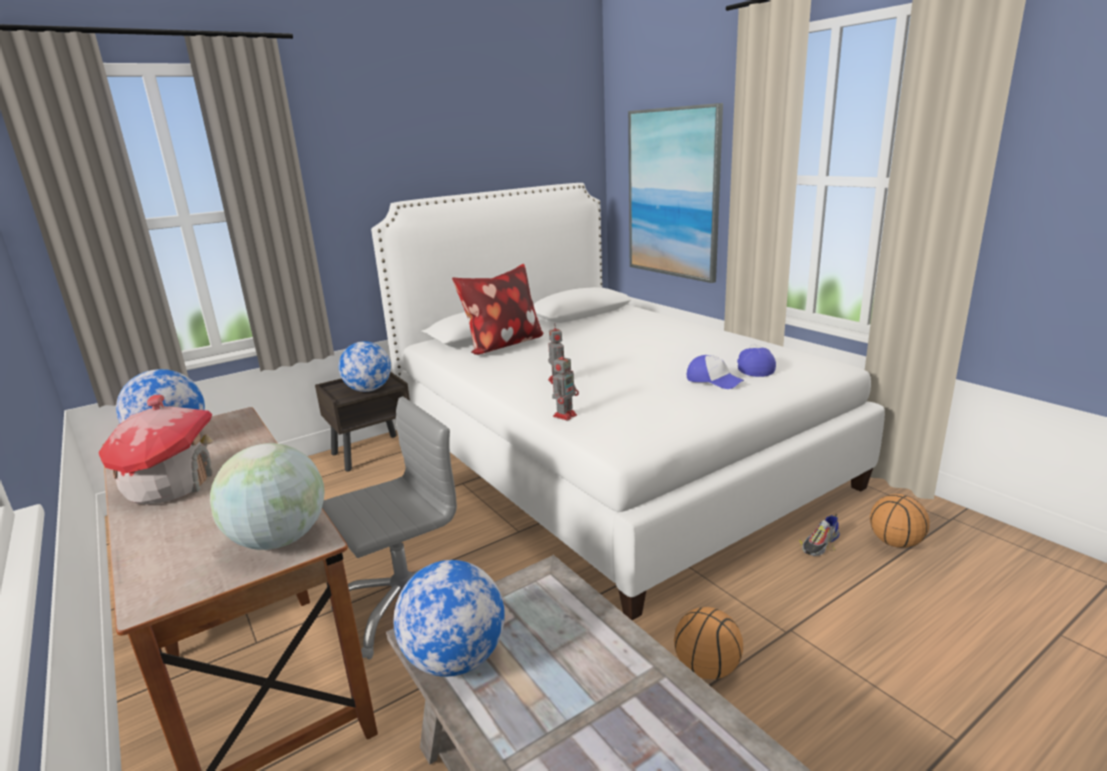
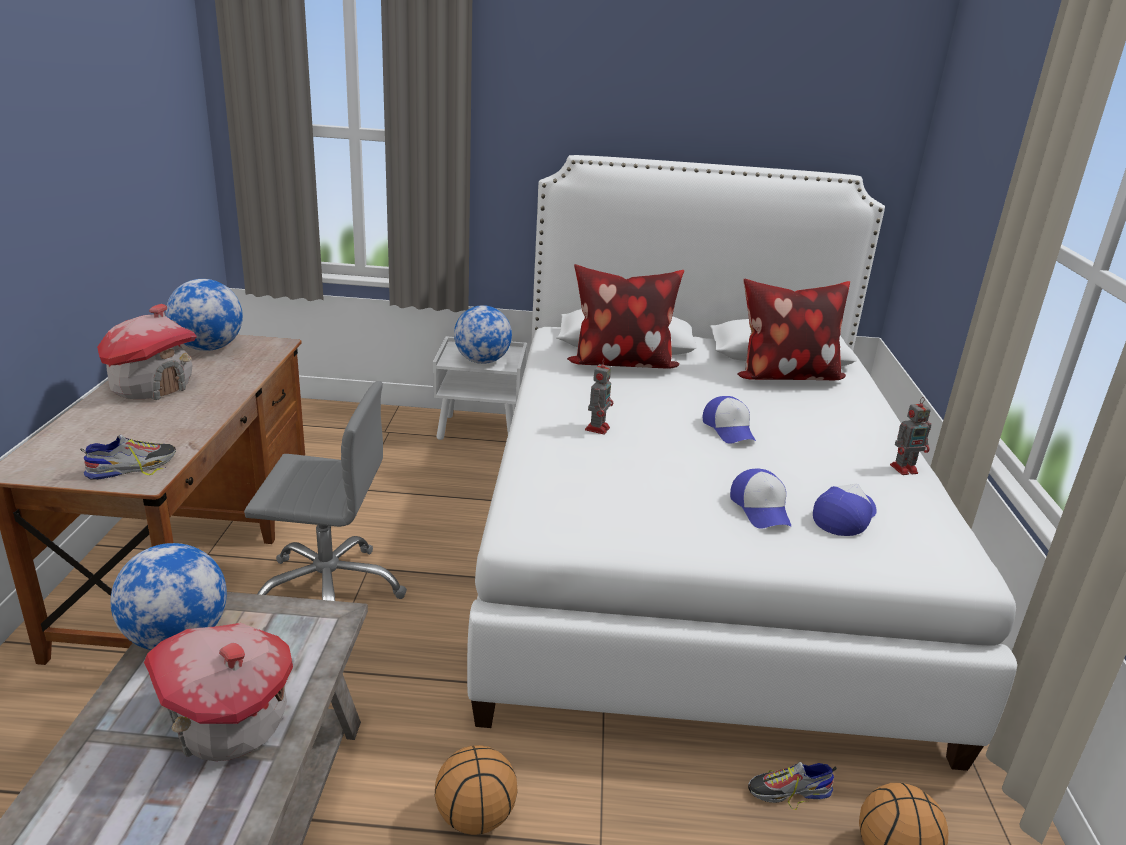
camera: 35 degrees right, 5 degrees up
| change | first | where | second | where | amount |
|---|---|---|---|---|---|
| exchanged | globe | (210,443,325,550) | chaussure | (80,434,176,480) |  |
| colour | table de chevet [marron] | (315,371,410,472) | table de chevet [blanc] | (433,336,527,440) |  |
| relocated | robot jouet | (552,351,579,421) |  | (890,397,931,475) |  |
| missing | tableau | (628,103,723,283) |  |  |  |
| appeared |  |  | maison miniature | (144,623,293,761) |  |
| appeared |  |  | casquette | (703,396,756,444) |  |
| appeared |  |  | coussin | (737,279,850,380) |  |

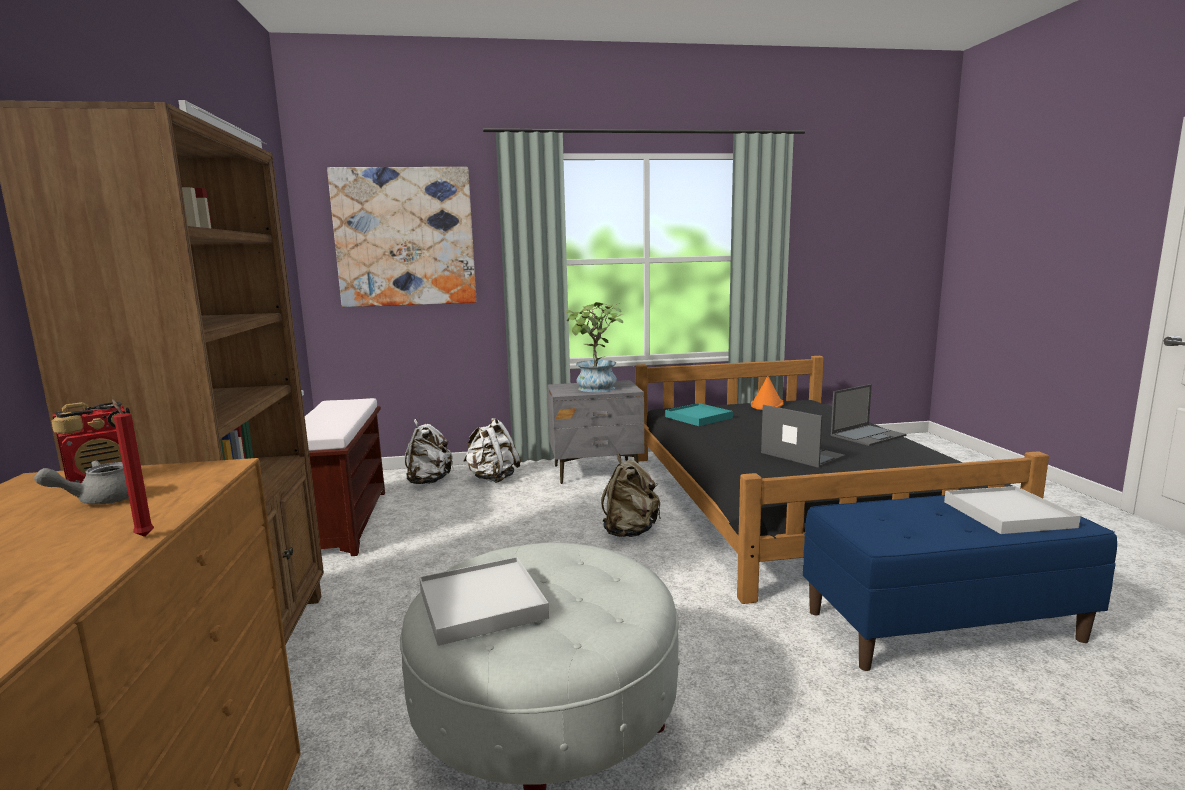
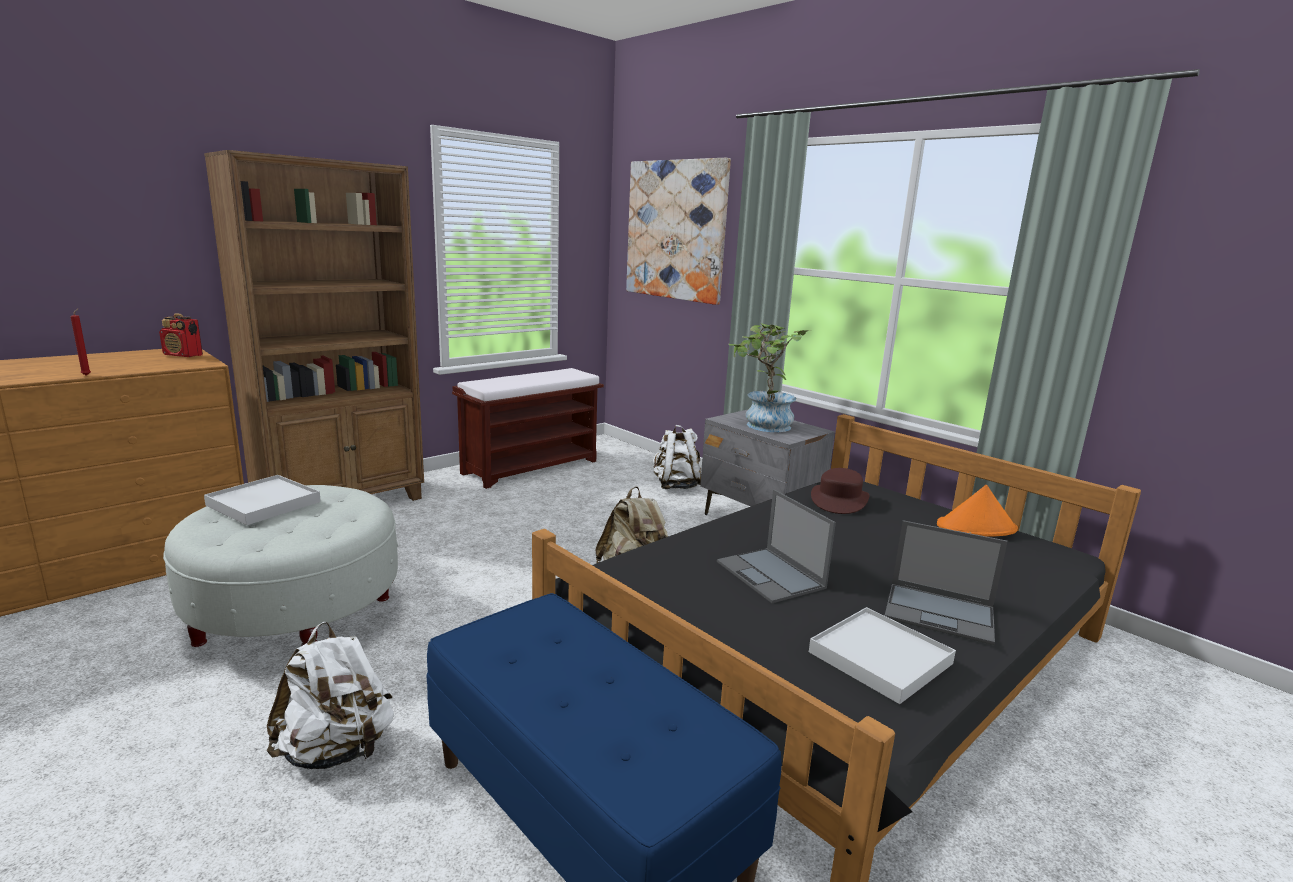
camera: 55 degrees right, 5 degrees up
| change | first | where | second | where | amount |
|---|---|---|---|---|---|
| missing | théière [gris] | (34,461,129,504) |  |  |  |
| relocated | sac à dos [blanc] | (404,419,454,484) |  | (267,622,394,769) |  |
| exchanged | plateau [turquoise] | (665,403,733,426) | chapeau [marron] | (811,468,870,514) |  |
| spun | ordinateur portable | (761,405,845,468) |  | (717,490,836,603) | 135 degrees clockwise |
| relocated | plateau [blanc] | (944,486,1081,534) |  | (809,607,956,704) |  |

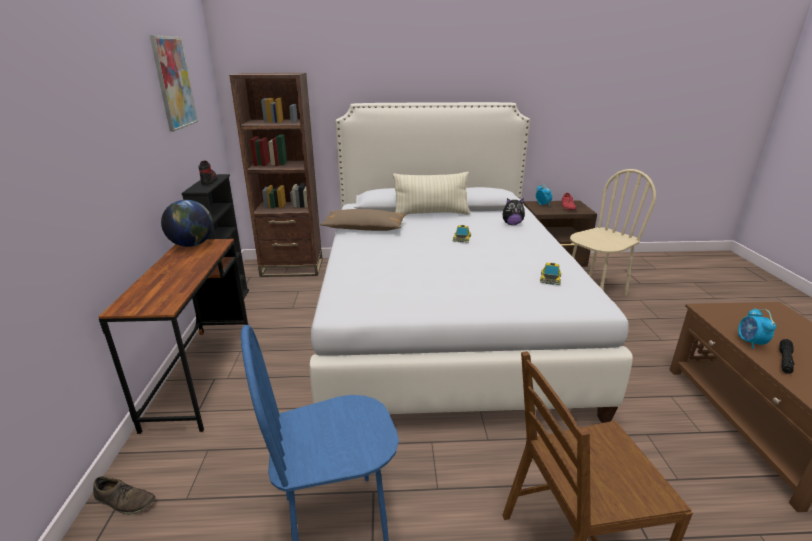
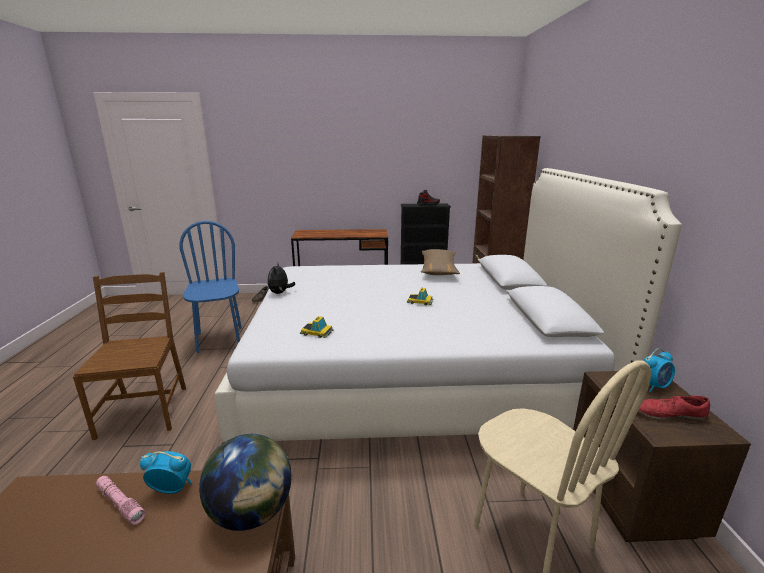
camera: 90 degrees right, 5 degrees down
| change | first | where | second | where | amount |
|---|---|---|---|---|---|
| missing | tableau | (149,35,198,132) |  |  |  |
| relocated | globe | (161,200,213,247) |  | (199,434,292,531) |  |
| missing | coussin [beige] | (393,172,470,215) |  |  |  |
| relocated | peluche | (503,198,525,225) |  | (267,262,295,294) |  |
| colour | lampe de poche [noir] | (779,339,795,374) | lampe de poche [rose] | (96,476,145,524) |  |

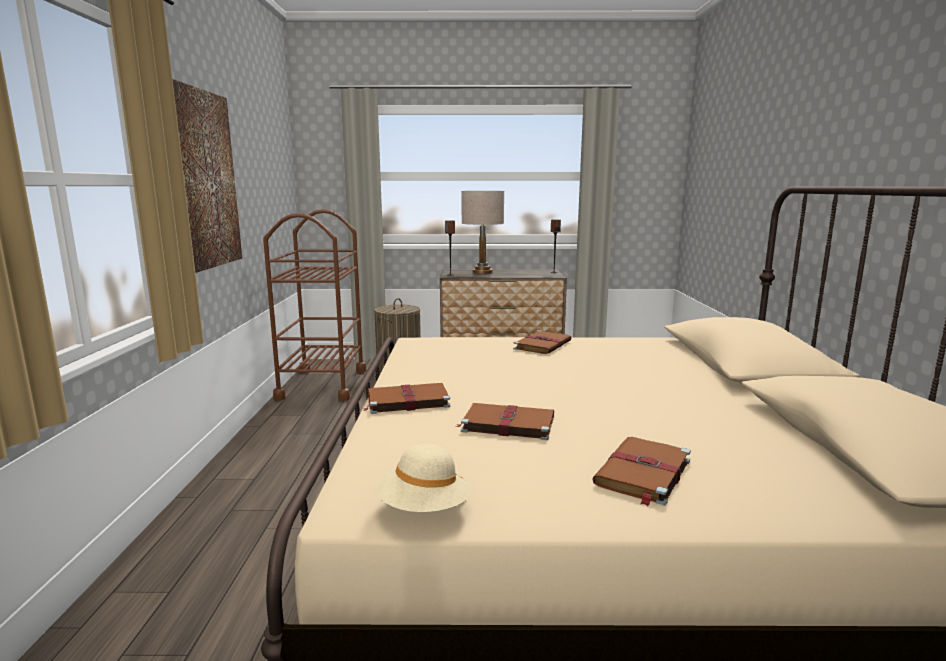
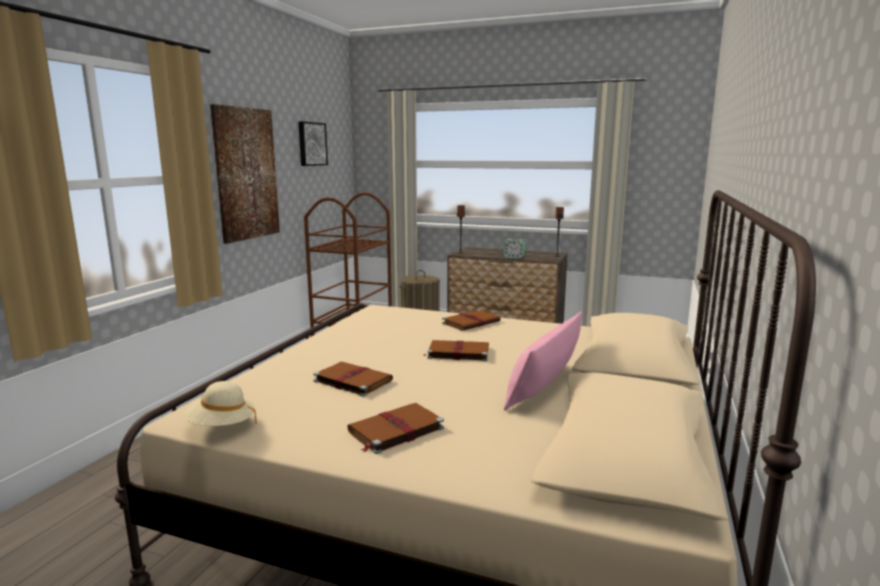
camera: 20 degrees right, 0 degrees up
| change | first | where | second | where | amount |
|---|---|---|---|---|---|
| relocated | livre [marron] | (363,383,450,414) |  | (423,340,489,361) |  |
| missing | lampe de table [beige] | (461,191,504,274) |  |  |  |
| appeared |  |  | tableau | (298,121,328,166) |  |
| appeared |  |  | réveil | (503,239,525,259) |  |
| appeared |  |  | coussin [rose] | (504,312,582,410) |  |

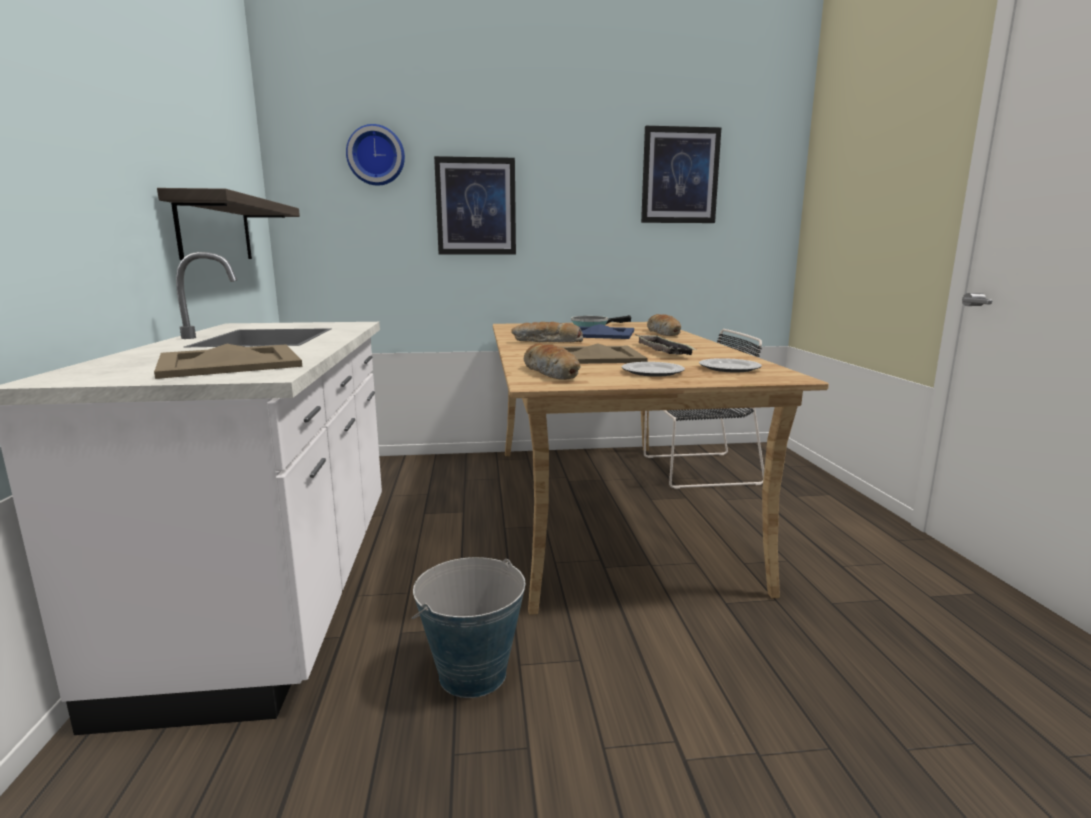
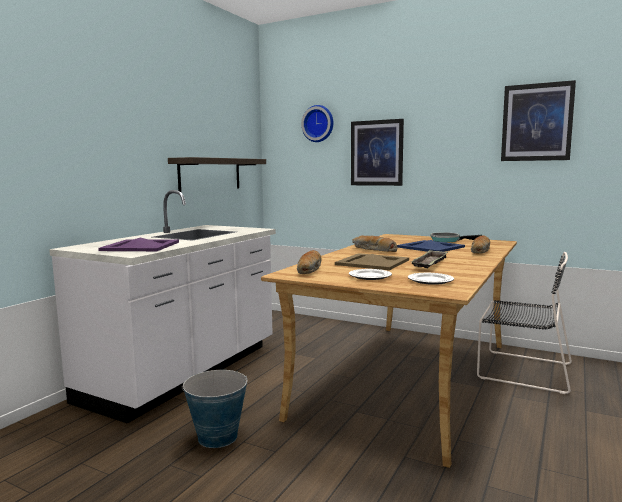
camera: 35 degrees right, 5 degrees down
| change | first | where | second | where | amount |
|---|---|---|---|---|---|
| colour | plateau [beige] | (154,344,303,379) | plateau [violet] | (98,237,179,251) |  |

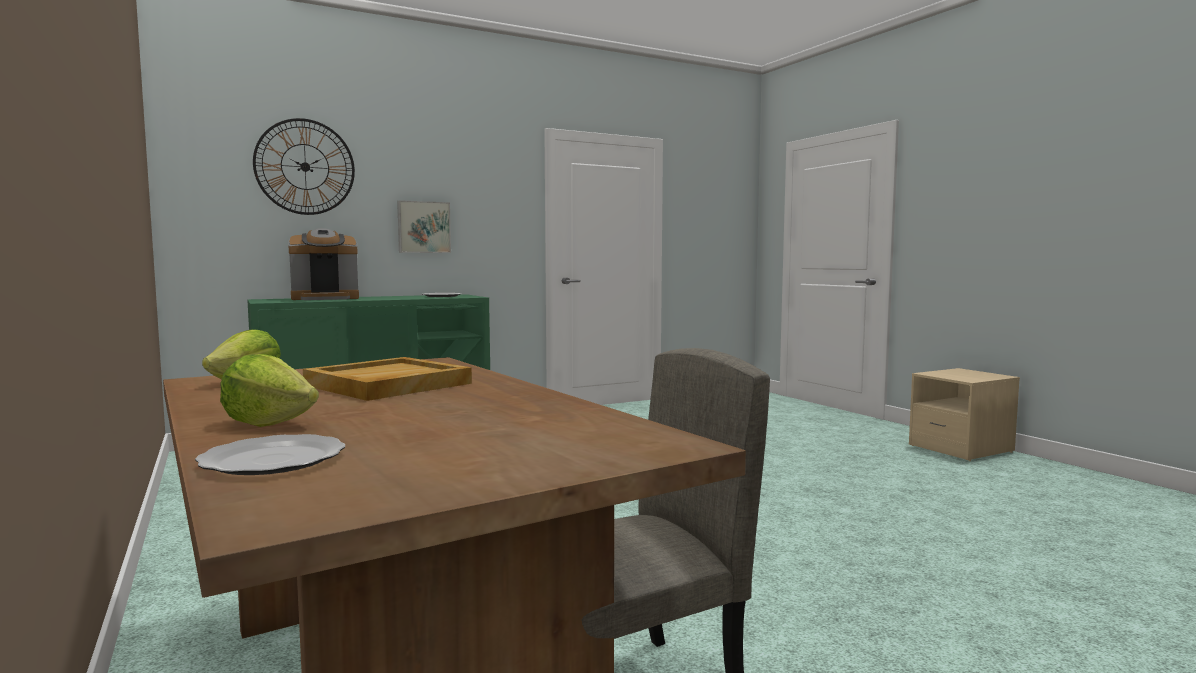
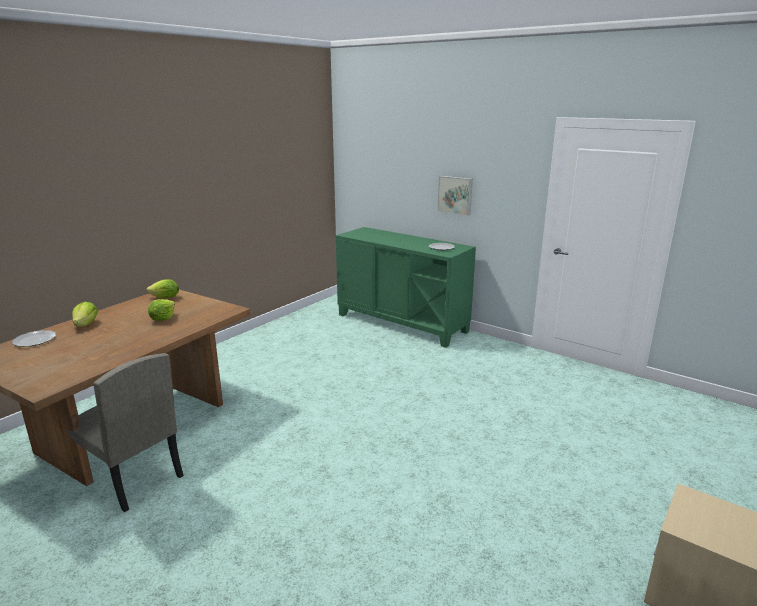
camera: 65 degrees right, 15 degrees up
| change | first | where | second | where | amount |
|---|---|---|---|---|---|
| missing | horloge murale | (253,118,355,215) |  |  |  |
| missing | machine à café | (288,228,359,300) |  |  |  |
| exchanged | plateau [beige] | (303,357,472,401) | laitue | (148,299,175,321) |  |

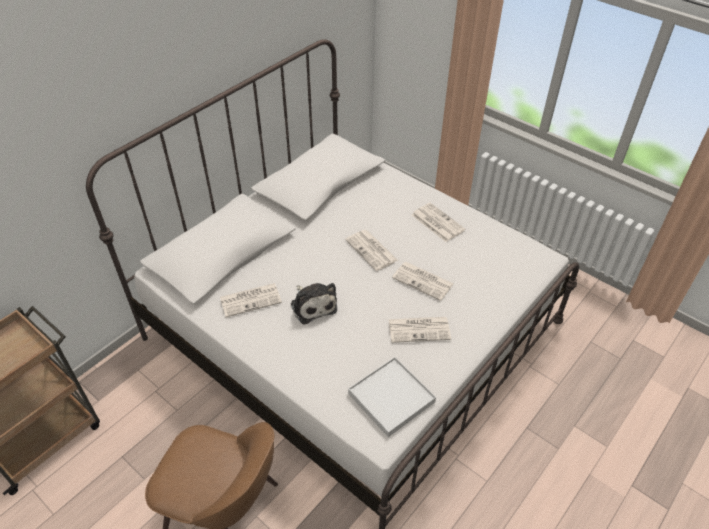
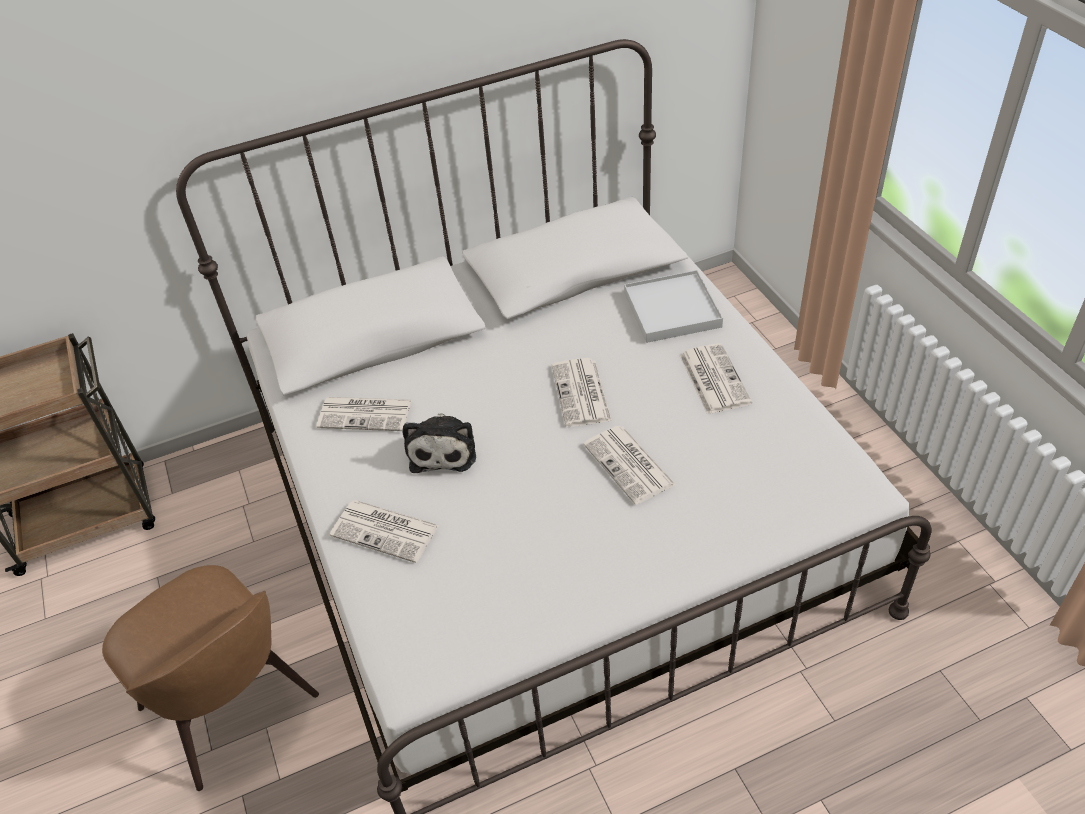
camera: 30 degrees right, 0 degrees up
| change | first | where | second | where | amount |
|---|---|---|---|---|---|
| relocated | plateau [blanc] | (348,357,436,437) |  | (624,270,723,343) |  |
| relocated | journal | (389,317,451,343) |  | (330,500,439,563) |  |

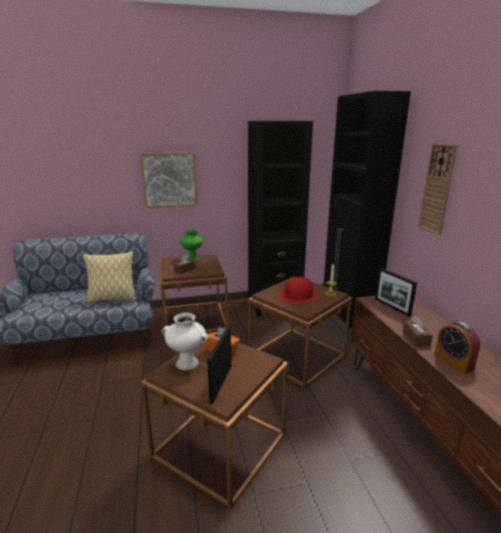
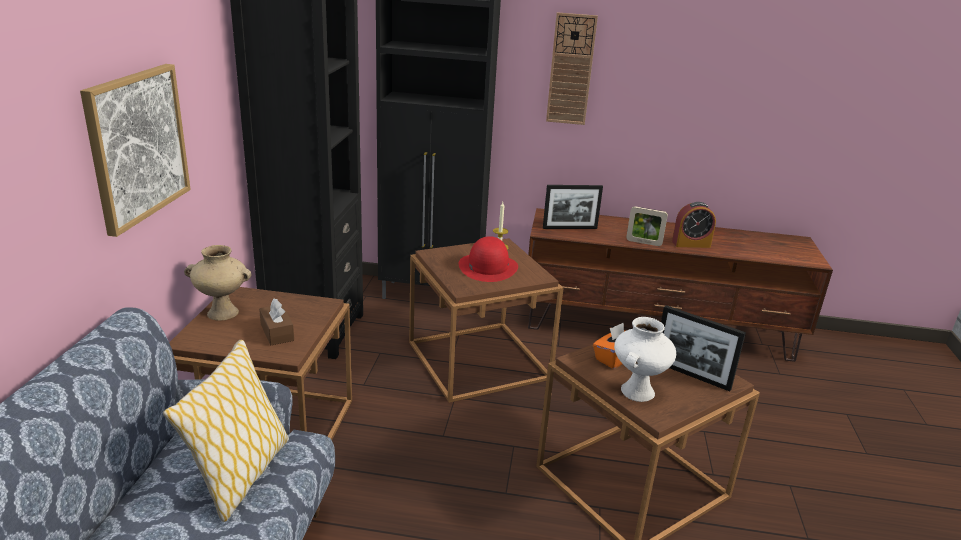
camera: 70 degrees left, 5 degrees up
| change | first | where | second | where | amount |
|---|---|---|---|---|---|
| colour | vase [vert] | (180,229,203,261) | vase [beige] | (184,245,251,321) |  |
| exchanged | boîte à mouchoirs [marron] | (403,316,433,347) | cadre photo | (626,206,668,246) |  |

